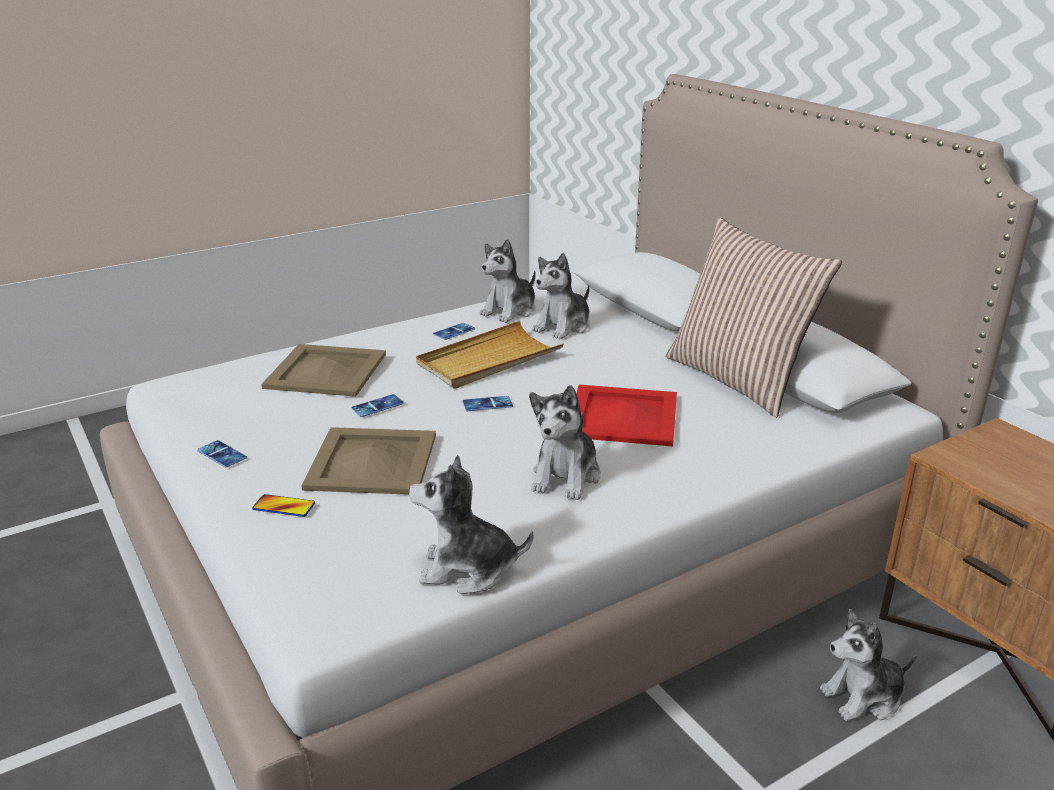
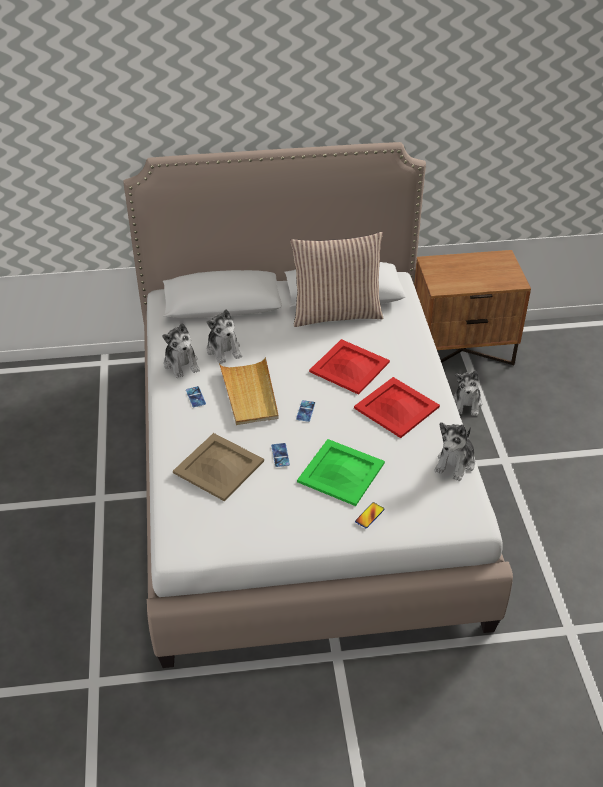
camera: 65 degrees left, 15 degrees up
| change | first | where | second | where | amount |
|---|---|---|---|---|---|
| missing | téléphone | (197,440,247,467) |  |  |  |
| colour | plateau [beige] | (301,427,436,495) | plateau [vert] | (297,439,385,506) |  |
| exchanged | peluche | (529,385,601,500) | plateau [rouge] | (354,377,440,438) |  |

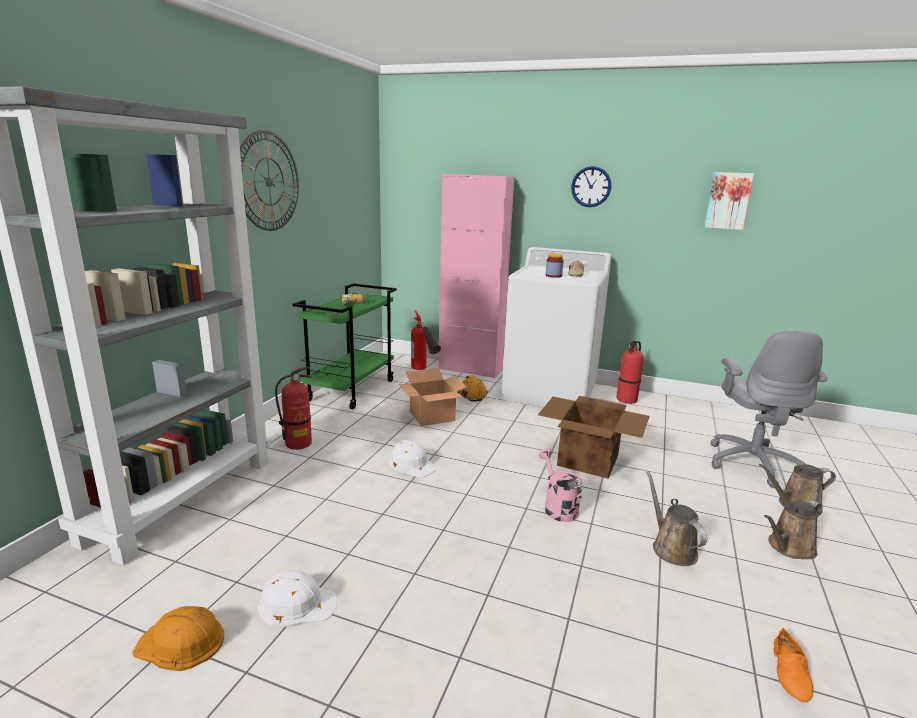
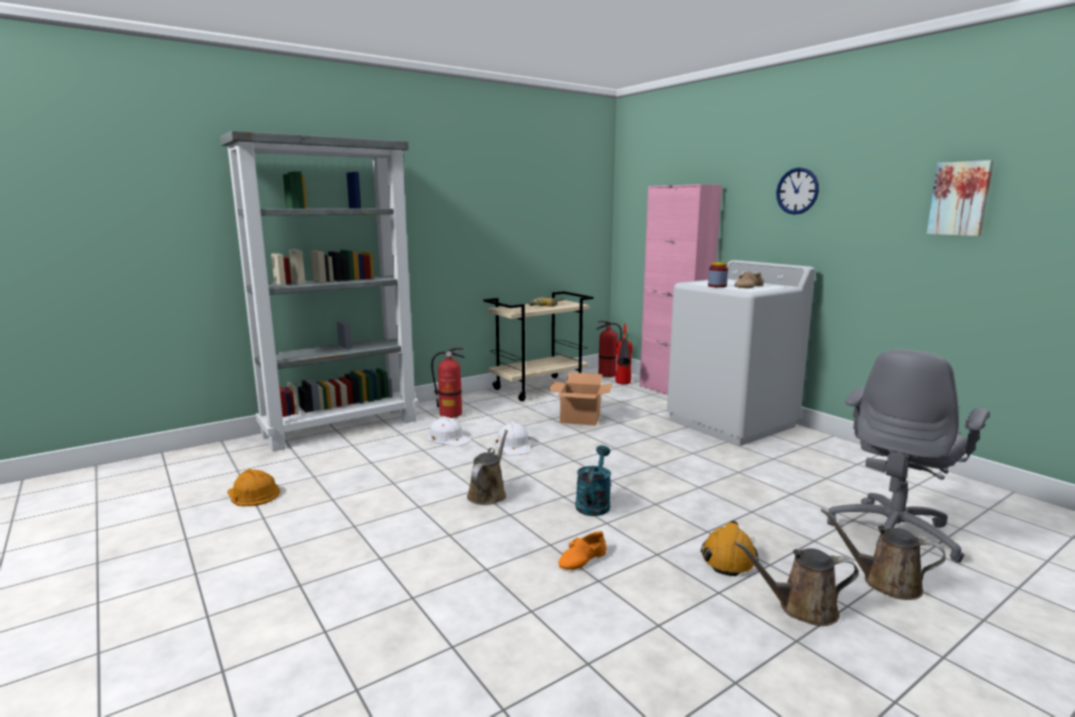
camera: 35 degrees right, 5 degrees down
| change | first | where | second | where | amount |
|---|---|---|---|---|---|
| missing | horloge murale | (240,130,299,231) |  |  |  |
| relocated | casque de chantier [blanc] | (258,570,337,627) |  | (428,416,472,446) |  |
| colour | chariot [vert] | (292,283,397,409) | chariot [beige] | (483,291,594,401) |  |
| relocated | casque de chantier [orange] | (457,375,488,402) |  | (701,521,759,576) |  |
| missing | carton | (538,396,650,479) |  |  |  |
| colour | arrosoir [rose] | (539,449,583,522) | arrosoir [turquoise] | (575,445,611,516) |  |
| relocated | extincteur | (616,340,644,404) |  | (596,321,622,377) |  |
| relocated | arrosoir [marron] | (646,471,707,566) |  | (467,430,508,505) |  |
| relocated | chaussure [orange] | (774,628,813,703) |  | (558,531,607,570) |  |

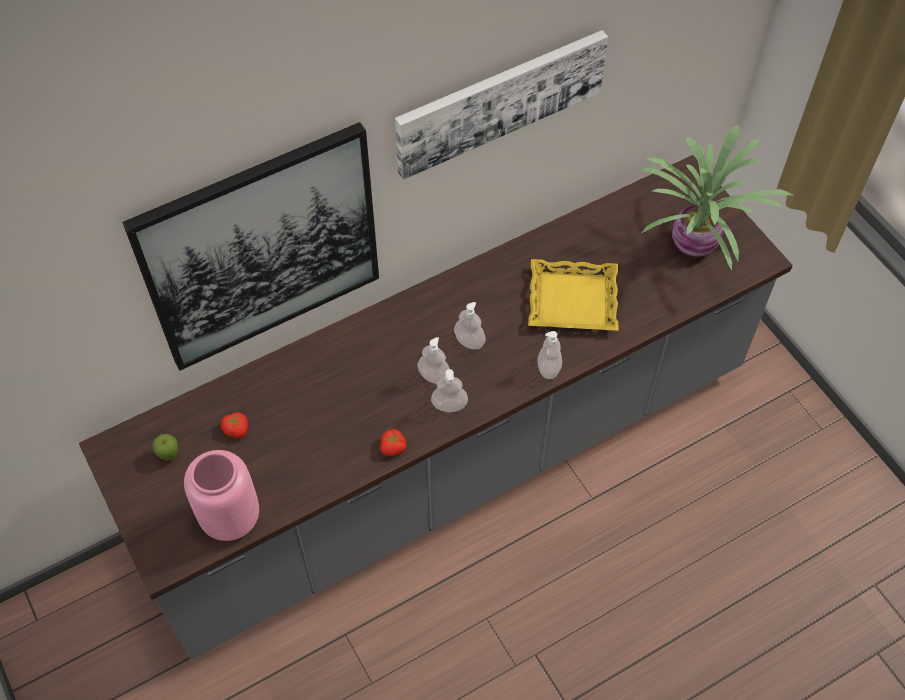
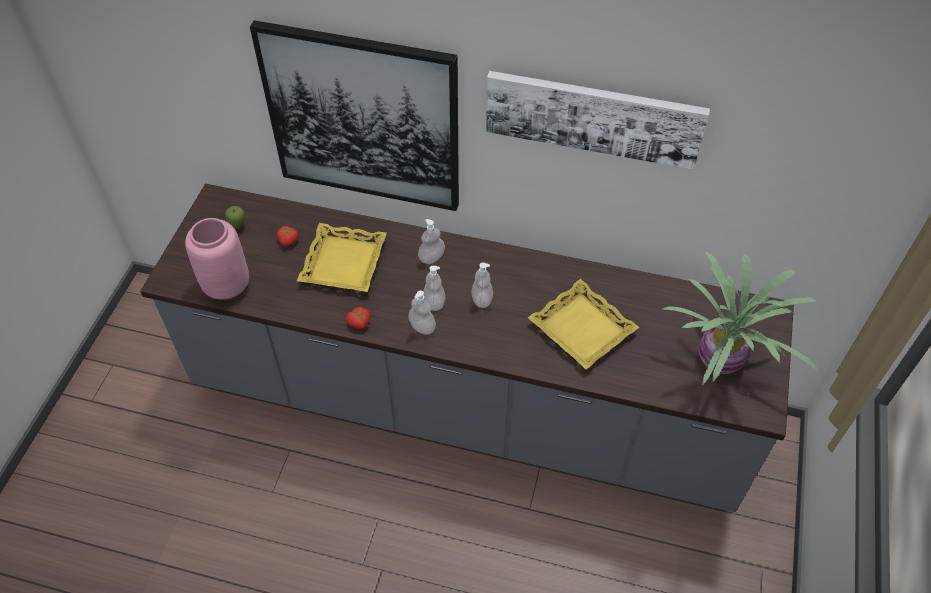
camera: 45 degrees right, 5 degrees down
| change | first | where | second | where | amount |
|---|---|---|---|---|---|
| relocated | distributeur de savon | (537,331,562,379) |  | (418,219,445,264) |  |
| appeared |  |  | plateau [jaune] | (297,223,387,292) |  |

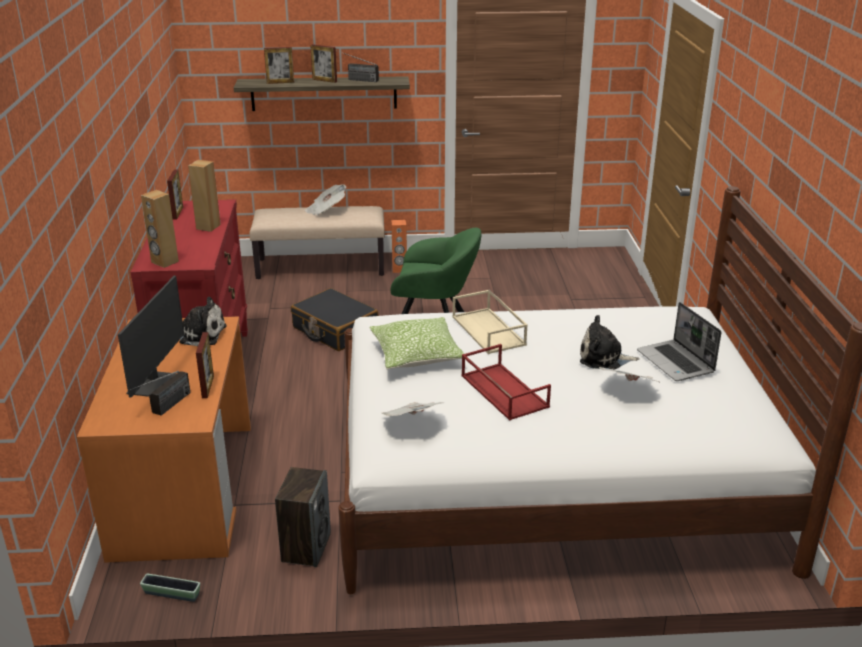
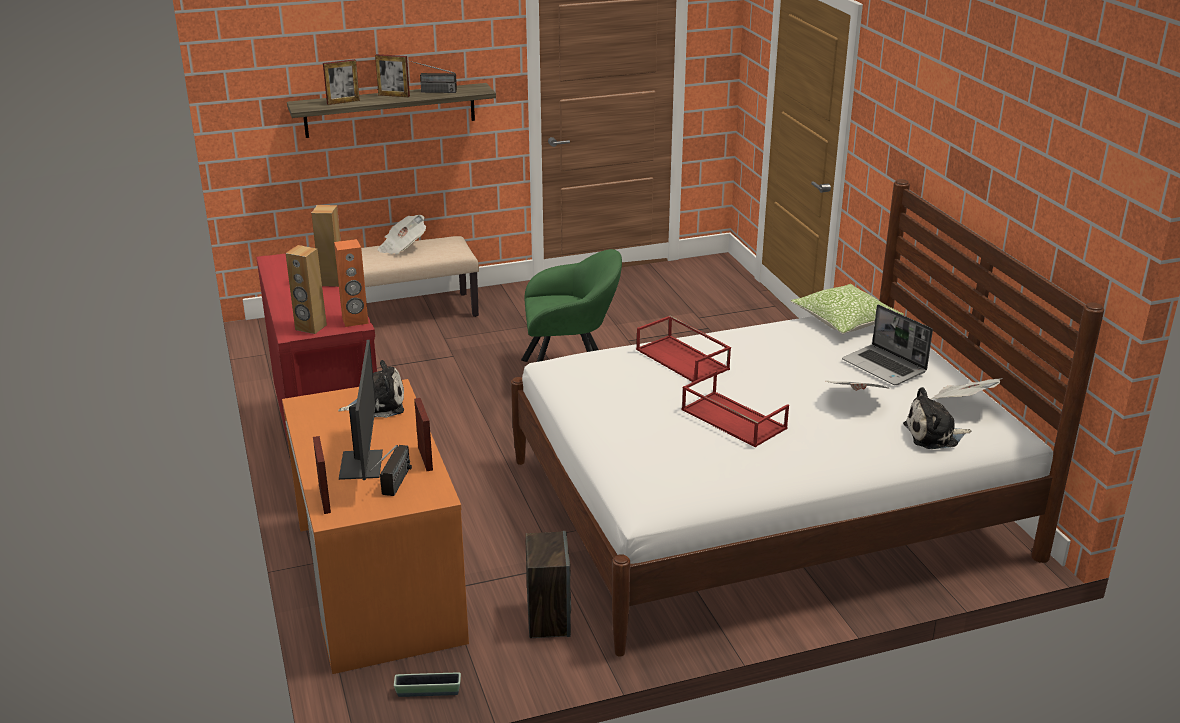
camera: 15 degrees left, 0 degrees up
| change | first | where | second | where | amount |
|---|---|---|---|---|---|
| relocated | cadre photo | (167,170,183,219) |  | (313,436,331,514) |  |
| missing | valise [noir] | (291,288,379,351) |  |  |  |
| relocated | coussin | (369,317,464,369) |  | (791,284,904,334) |  |
| relocated | journal | (382,402,444,416) |  | (930,378,1003,399) |  |
| relocated | enceinte [orange] | (391,220,407,273) |  | (334,239,369,327) |  |
| colour | plateau [beige] | (452,290,528,354) | plateau [rouge] | (636,315,731,382) |  |
| relocated | peluche | (580,315,640,369) |  | (903,387,971,449) |  |

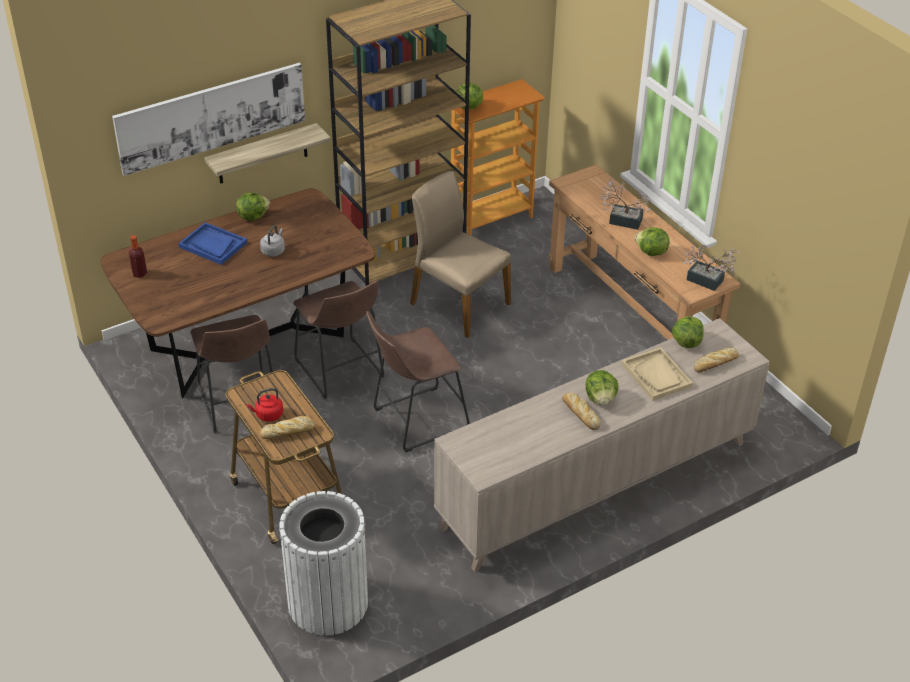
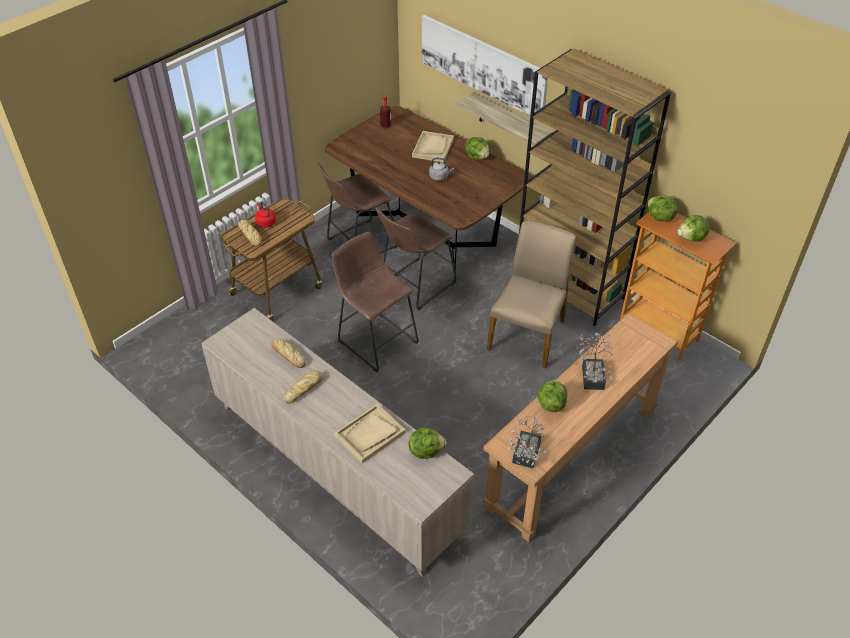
camera: 75 degrees right, 5 degrees up
| change | first | where | second | where | amount |
|---|---|---|---|---|---|
| colour | plateau [bleu] | (178,222,247,265) | plateau [beige] | (412,131,454,163) |  |
| missing | poubelle [blanc] | (279,491,368,635) |  |  |  |
| relocated | laitue | (586,370,619,405) |  | (677,215,710,242) |  |
| relocated | pain | (694,347,739,373) |  | (271,338,306,368) |  |

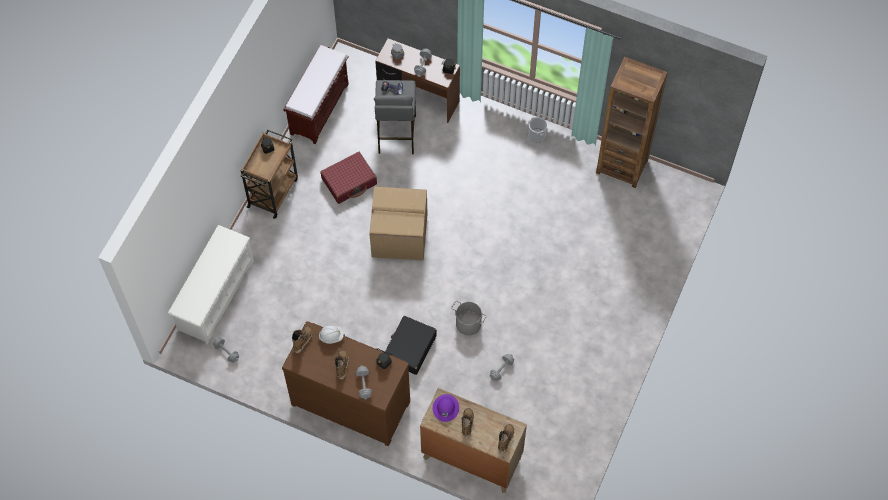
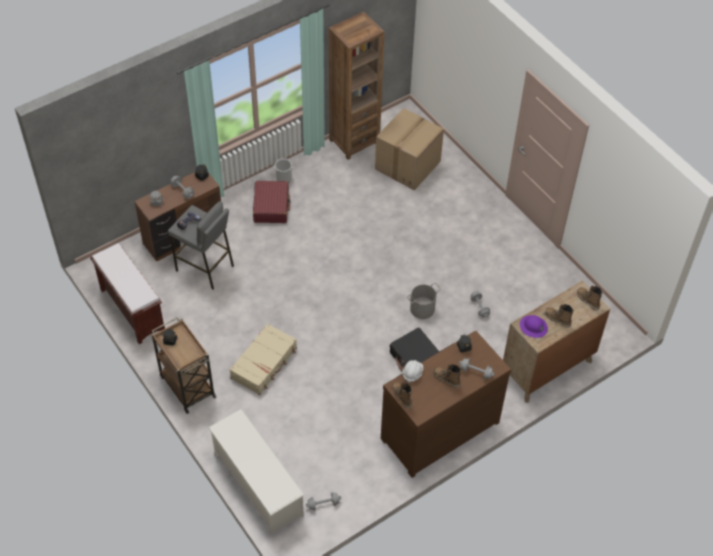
camera: 60 degrees left, 10 degrees down
| change | first | where | second | where | amount |
|---|---|---|---|---|---|
| relocated | valise [rouge] | (320,152,377,204) |  | (253,181,290,223) |  |
| relocated | carton | (369,187,428,261) |  | (375,108,444,191) |  |
| appeared |  |  | valise [beige] | (229,323,297,395) |  |

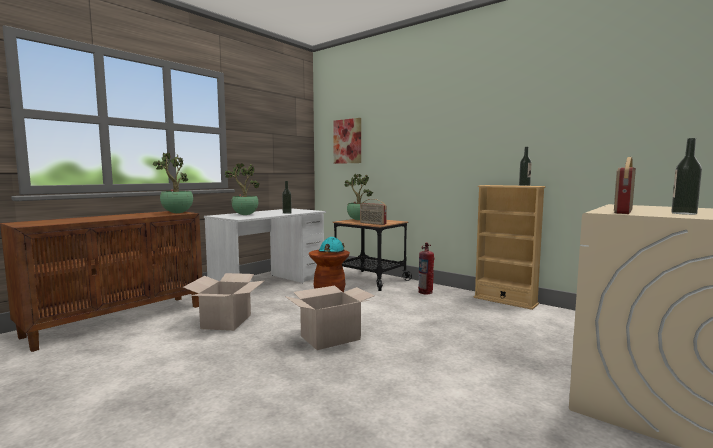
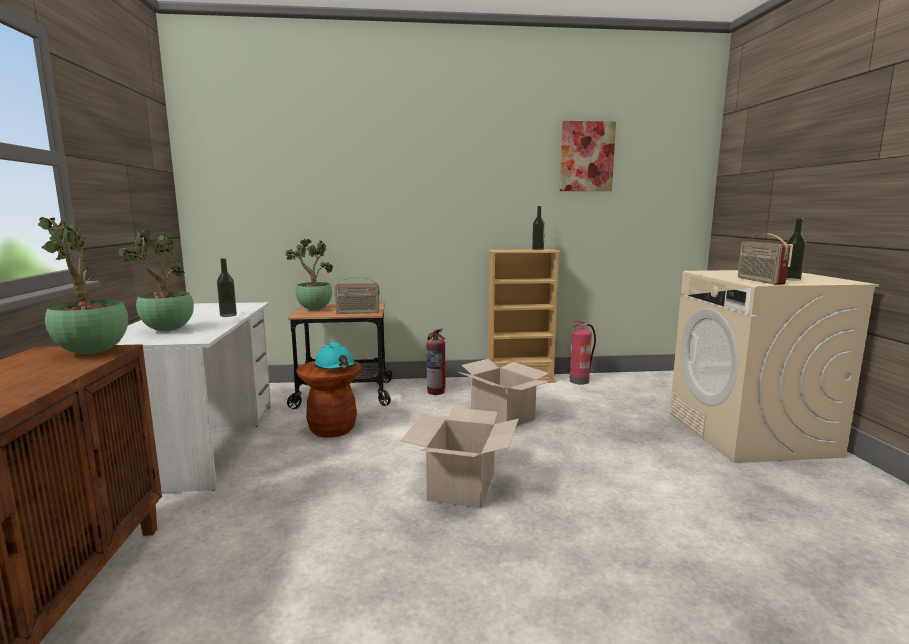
camera: 45 degrees left, 5 degrees up
| change | first | where | second | where | amount |
|---|---|---|---|---|---|
| relocated | carton | (183,273,264,331) |  | (458,359,550,426) |  |
| relocated | tableau | (333,118,361,164) |  | (559,121,616,191) |  |
| appeared |  |  | extincteur | (570,320,596,385) |  |

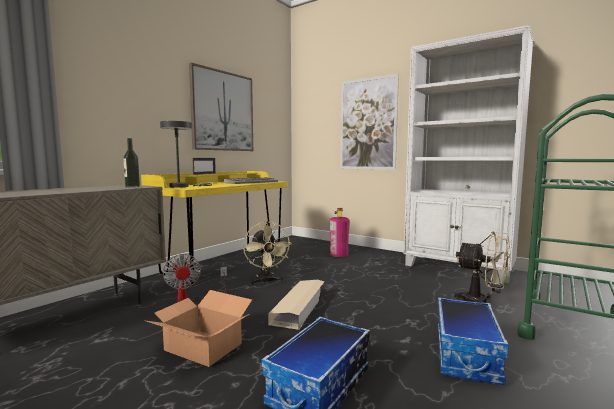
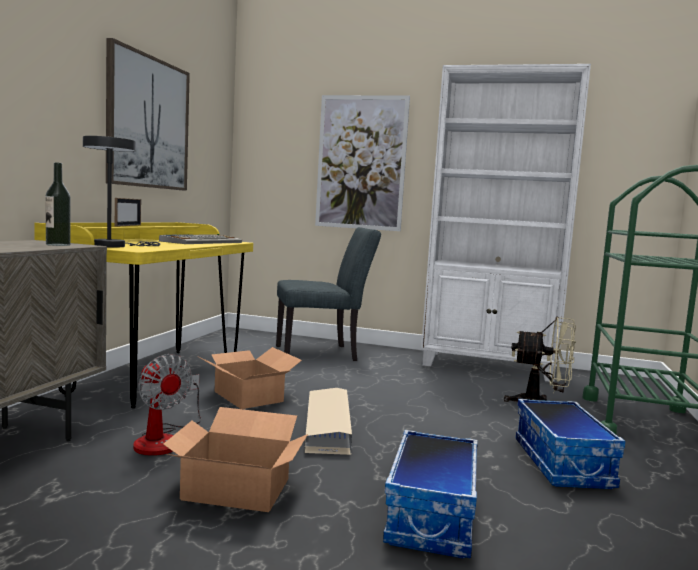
camera: 20 degrees left, 0 degrees up
| change | first | where | second | where | amount |
|---|---|---|---|---|---|
| exchanged | ventilateur [beige] | (243,221,292,285) | carton | (197,347,302,409) |  |
| exchanged | extincteur | (330,208,350,257) | chaise [gris] | (276,227,381,361) |  |

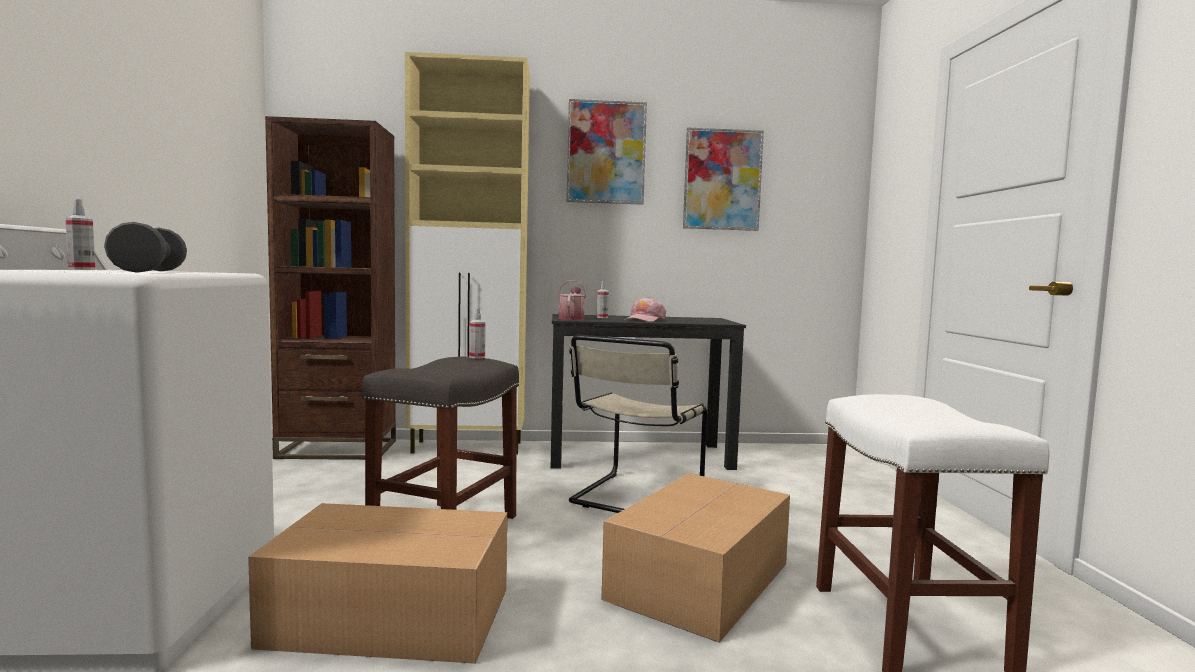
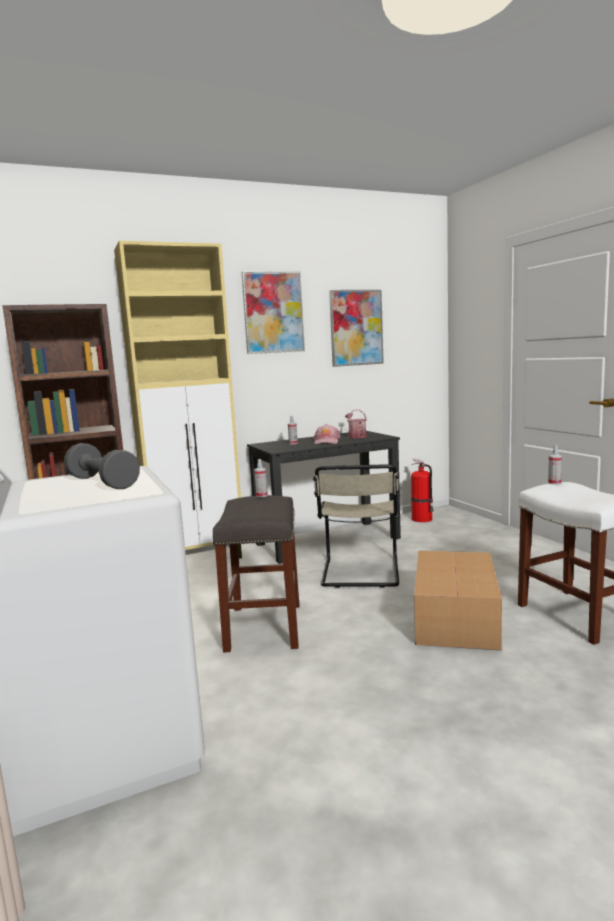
camera: 20 degrees left, 5 degrees up
| change | first | where | second | where | amount |
|---|---|---|---|---|---|
| relocated | vaporisateur | (65,199,95,270) |  | (548,445,562,485) |  |
| missing | carton | (248,503,507,664) |  |  |  |
| relocated | arrosoir | (558,280,586,320) |  | (345,410,367,438) |  |
| appeared |  |  | extincteur | (411,458,434,522) |  |

